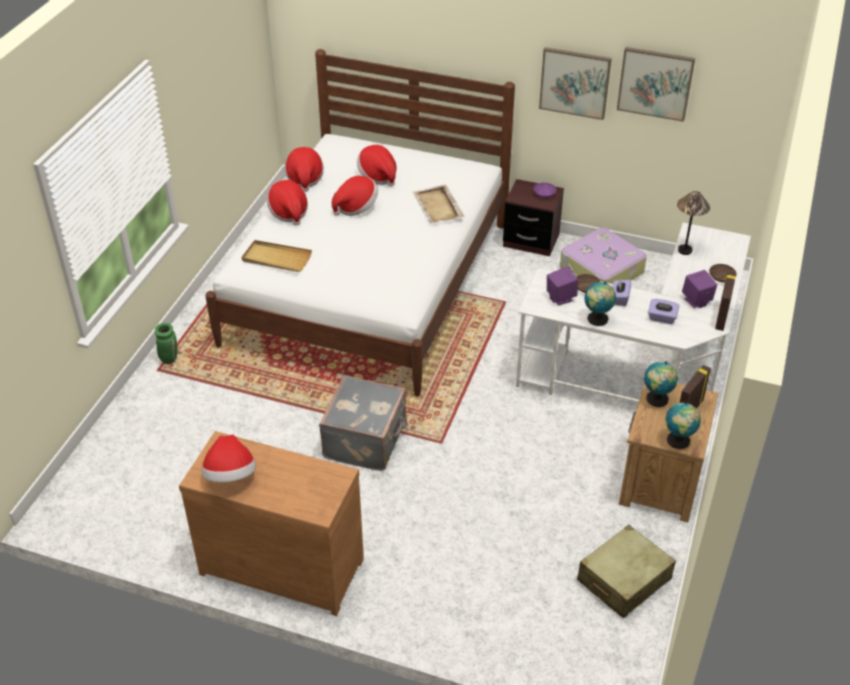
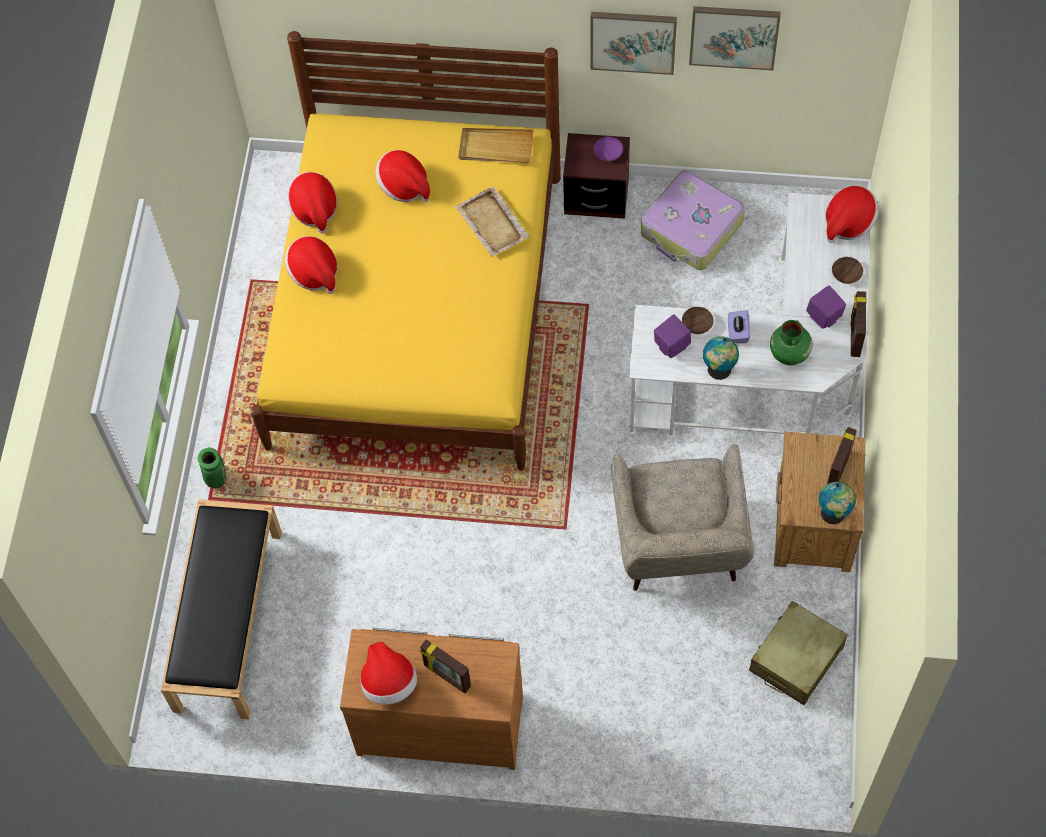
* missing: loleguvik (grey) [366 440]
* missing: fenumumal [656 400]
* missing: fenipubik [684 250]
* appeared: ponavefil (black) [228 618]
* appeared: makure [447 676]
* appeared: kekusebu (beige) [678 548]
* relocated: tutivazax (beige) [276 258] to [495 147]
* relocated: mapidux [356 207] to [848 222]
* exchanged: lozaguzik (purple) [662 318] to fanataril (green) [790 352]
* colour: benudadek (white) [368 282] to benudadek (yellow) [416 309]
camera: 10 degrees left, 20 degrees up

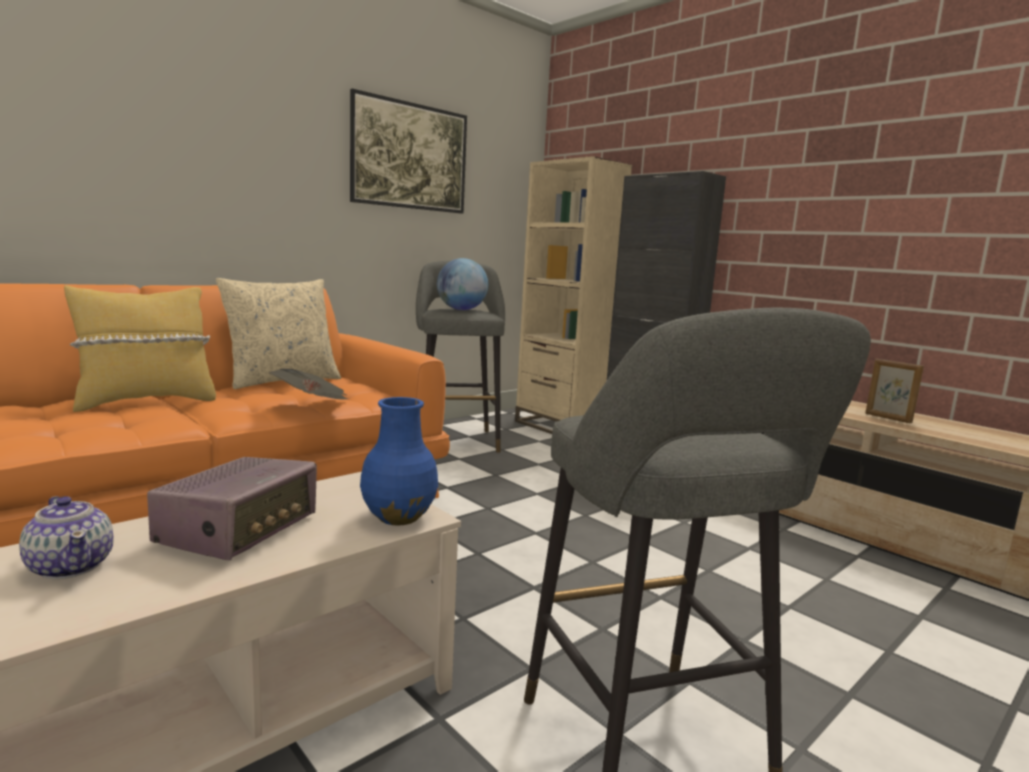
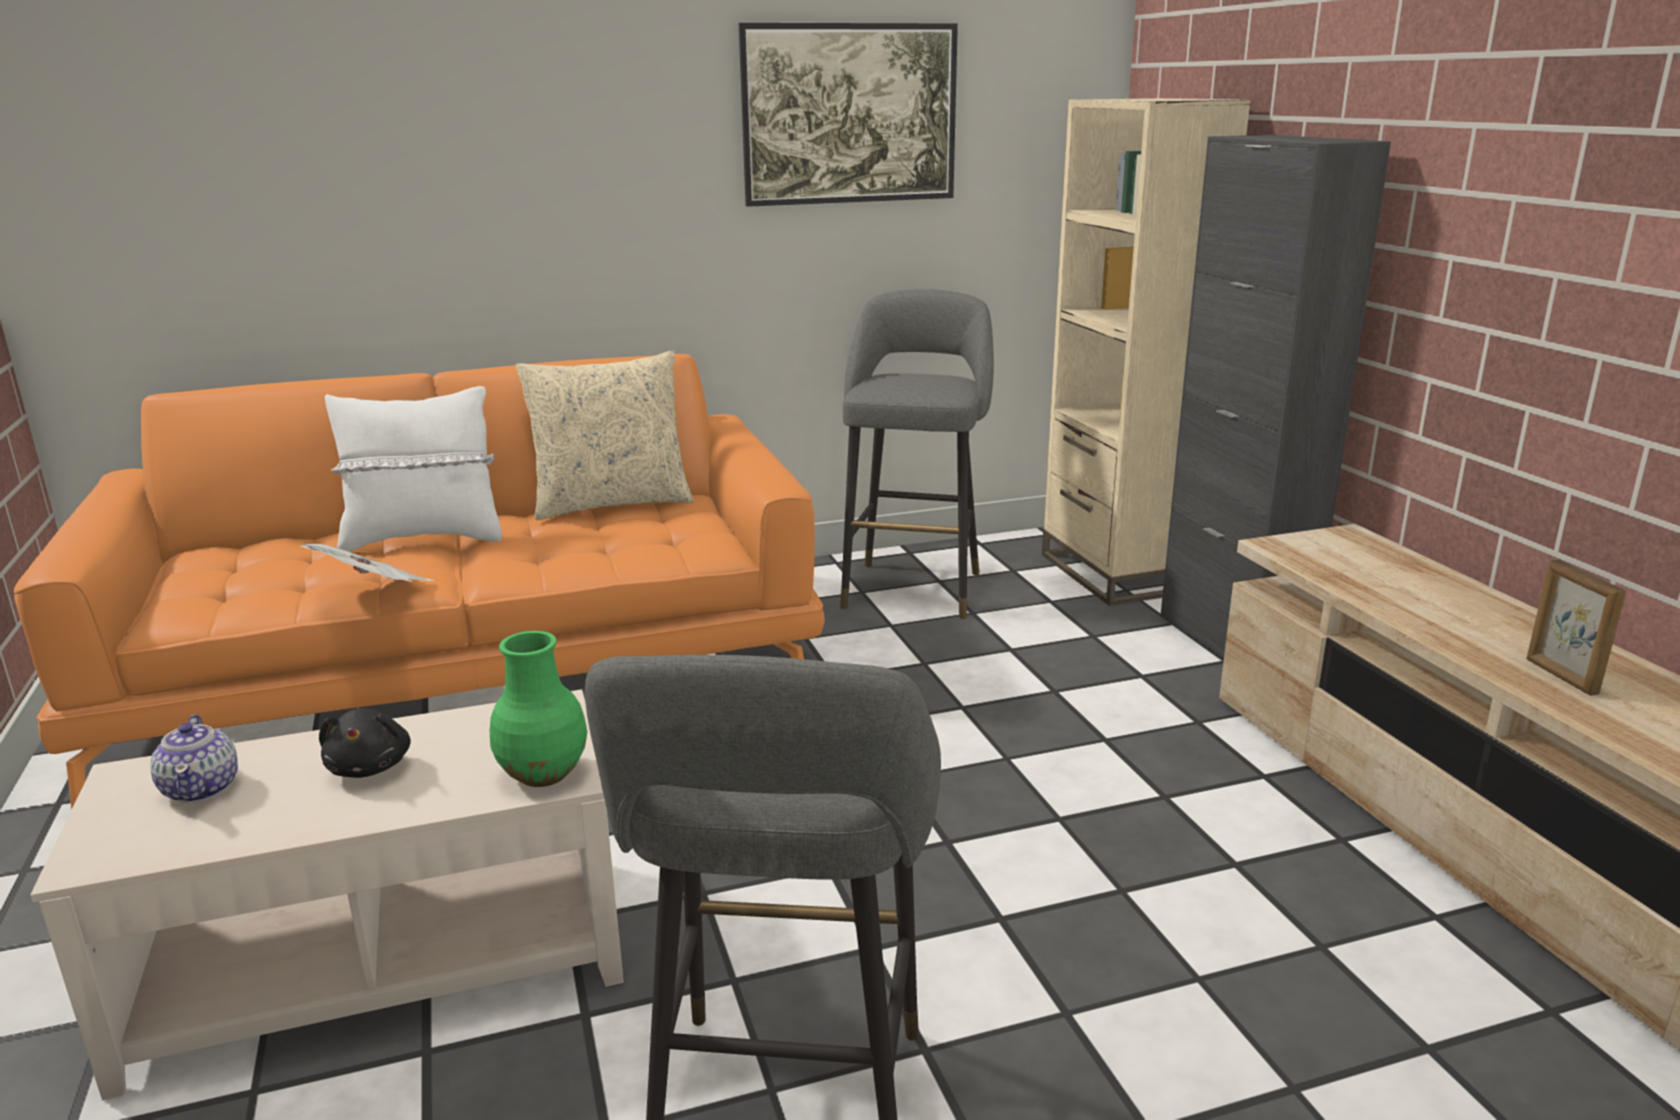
* missing: fenumumal [461 310]
* relocated: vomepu [313 405] to [373 592]
* exchanged: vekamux [240 530] to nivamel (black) [370 767]
* colour: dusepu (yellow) [146 402] to dusepu (white) [424 539]
* colour: fanataril (blue) [397 517] to fanataril (green) [542 774]
camera: 25 degrees right, 10 degrees up

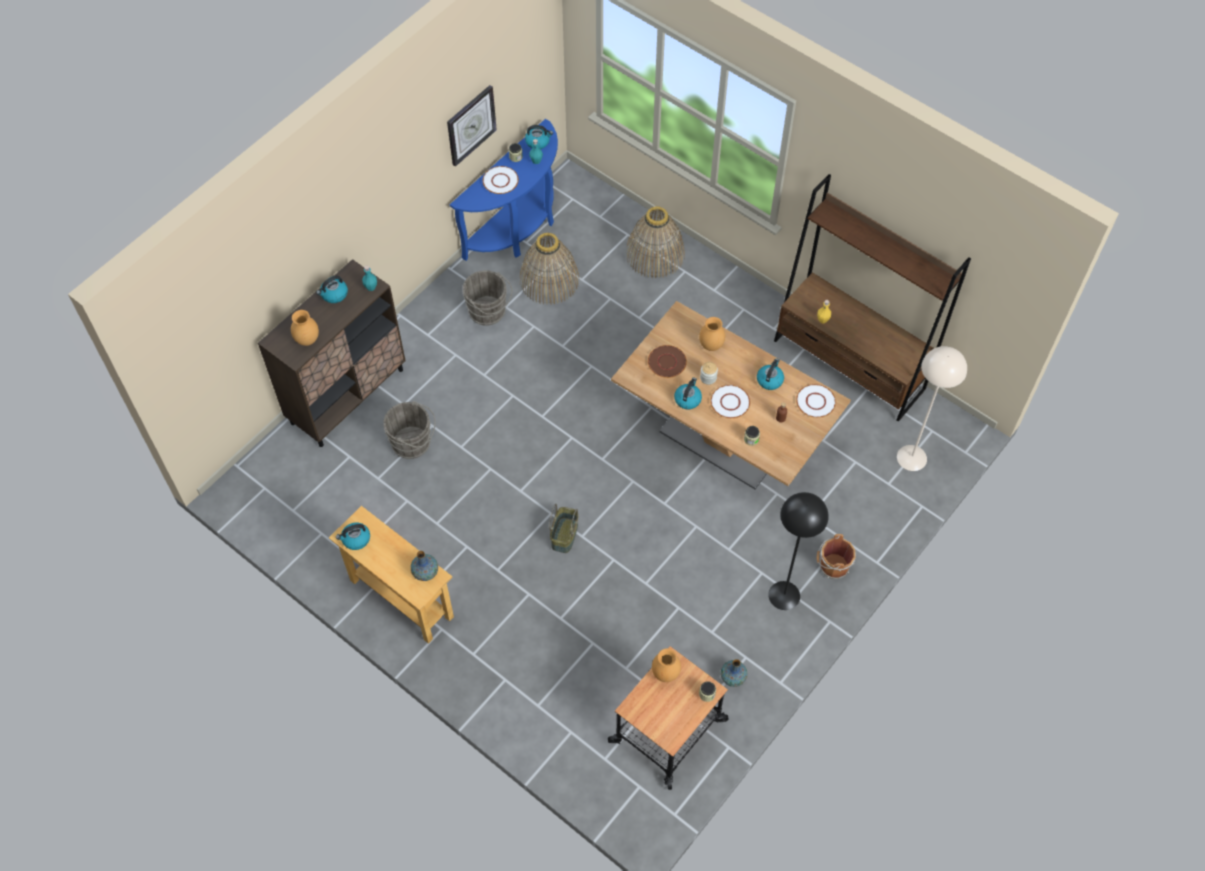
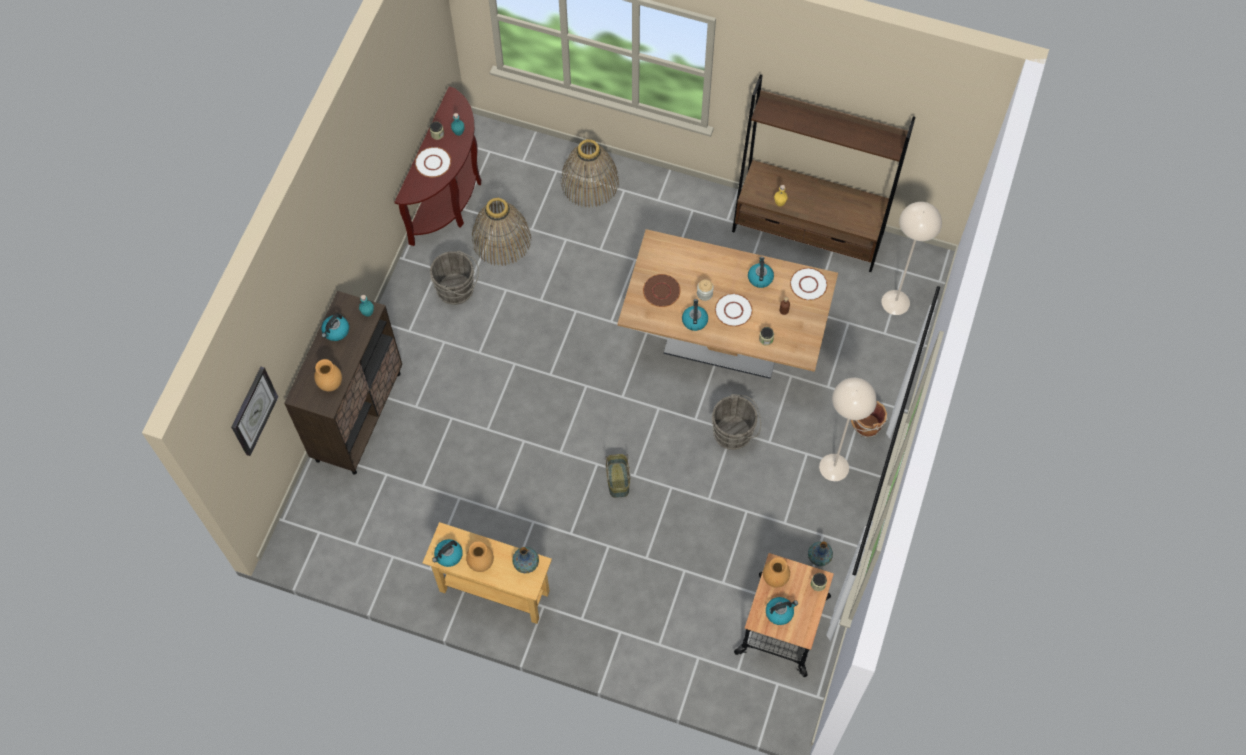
* relocated: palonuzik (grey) [413 443] to [735 432]
* relocated: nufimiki [471 125] to [253 411]
* relocated: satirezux [538 142] to [779 612]
* relocated: fanataril (brown) [711 345] to [481 563]
* colour: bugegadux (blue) [518 229] to bugegadux (brown) [450 198]
* colour: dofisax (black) [784 595] to dofisax (beige) [834 467]
camera: 20 degrees left, 5 degrees up

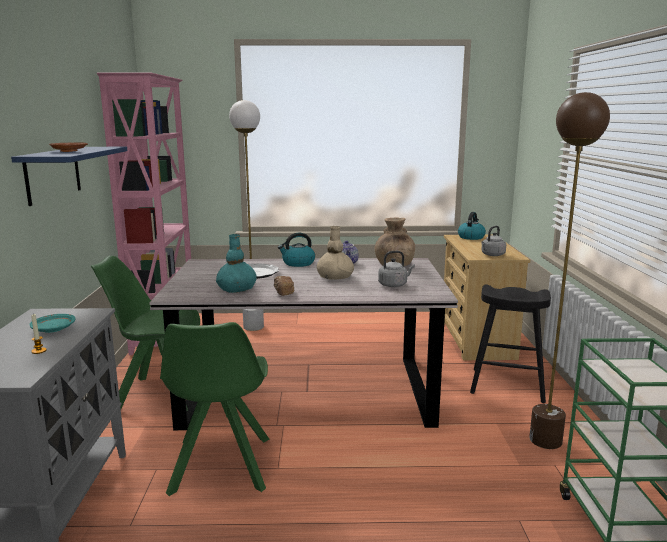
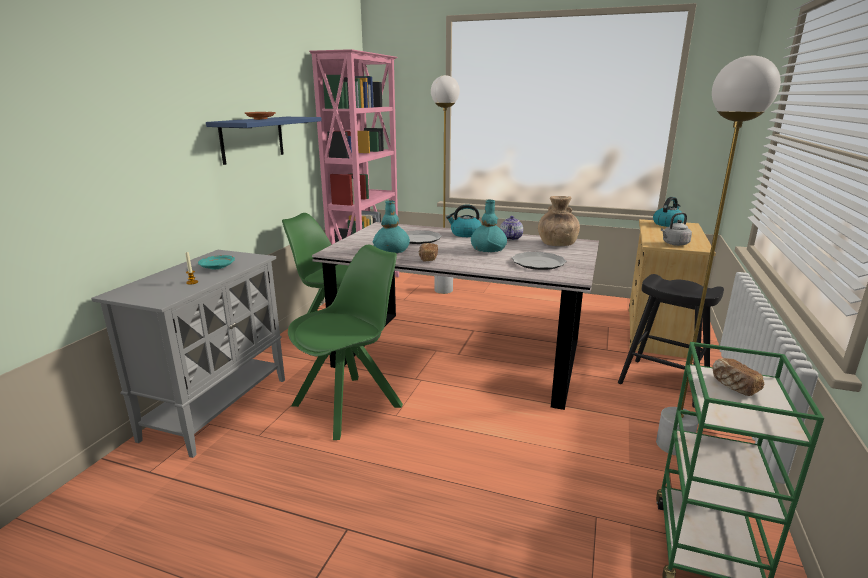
* appeared: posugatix [733 386]
* exchanged: satirezux (grey) [394 285] to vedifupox [538 263]
* colour: fanataril (beige) [335 277] to fanataril (turquoise) [488 249]
* colour: dofisax (brown) [545 440] to dofisax (white) [674 445]
* spun: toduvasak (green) [220 467] = [350 404] 150 degrees counterclockwise
camera: 20 degrees right, 5 degrees up

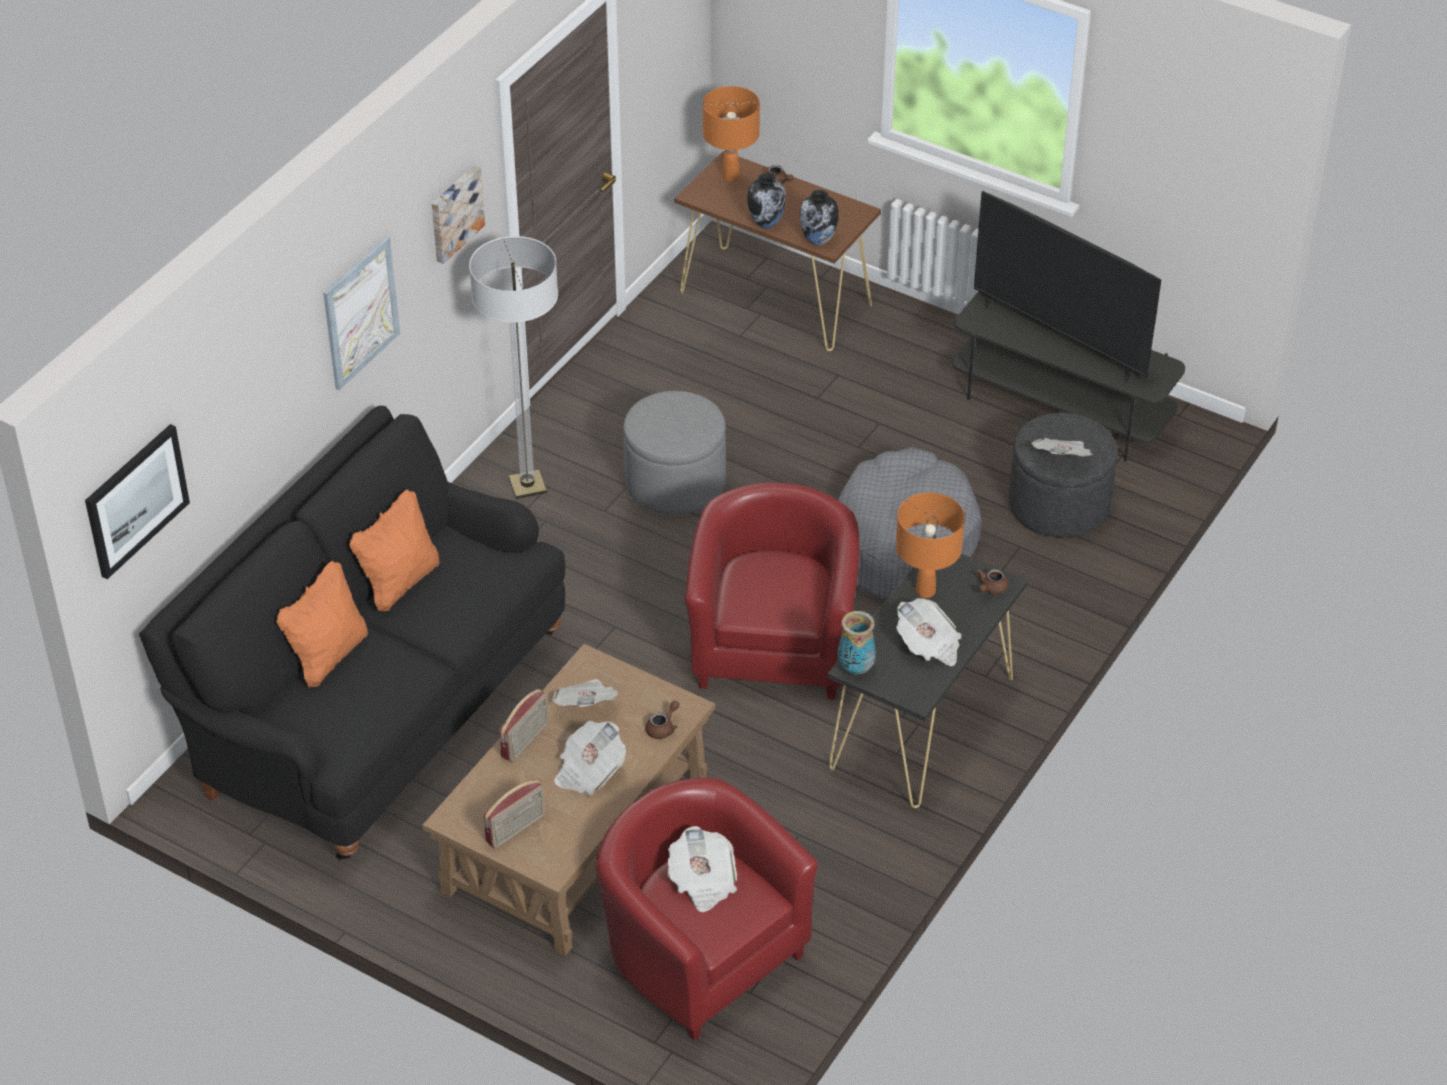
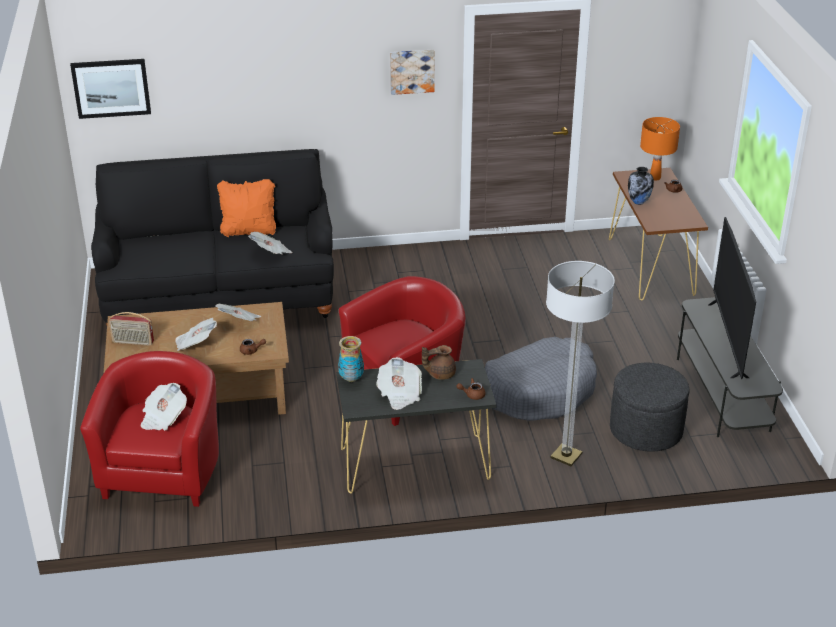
* missing: dusepu (orange) [328 656]
* missing: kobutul [360 312]
* missing: vekamux [526 740]
* missing: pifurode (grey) [675 482]
* missing: fanataril [818 241]
* relocated: dofisax [527 486] to [566 456]
* relocated: vomepu [1062 459] to [271 253]
* exchanged: fenipubik (orange) [925 591] to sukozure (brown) [440 374]
camera: 50 degrees right, 10 degrees down

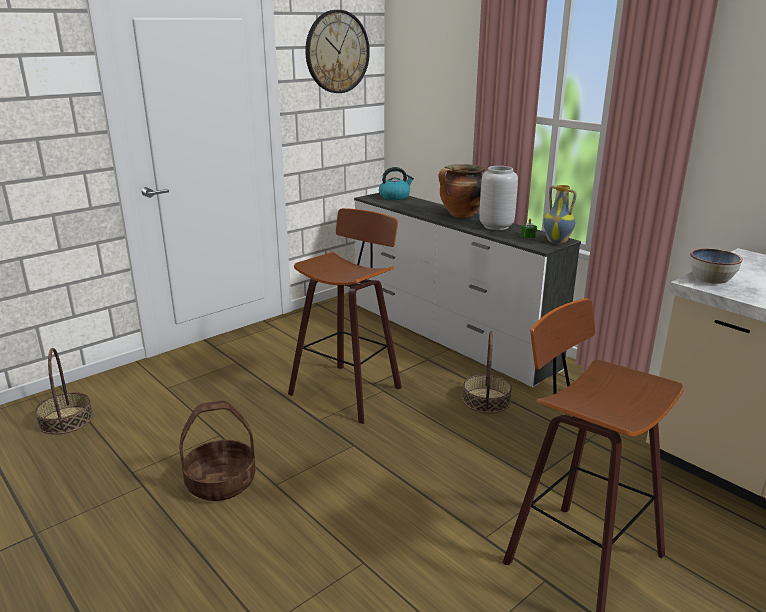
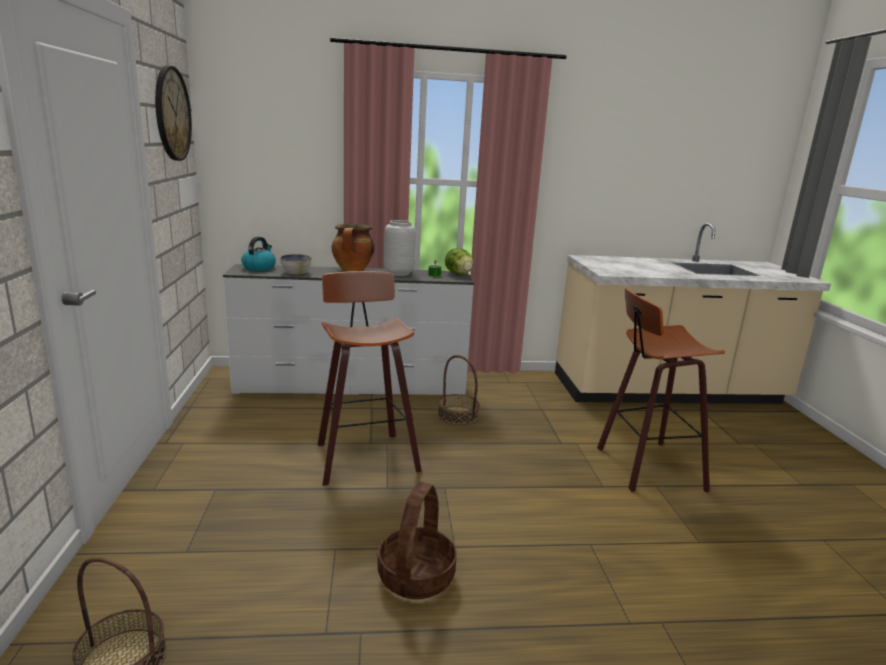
* relocated: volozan [711 278] to [296 272]
* exchanged: fanataril [557 241] to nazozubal [459 274]
camera: 55 degrees left, 5 degrees down

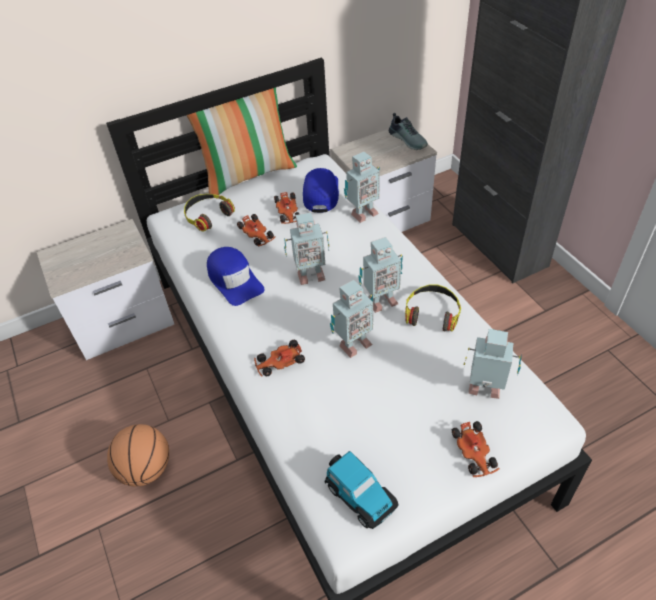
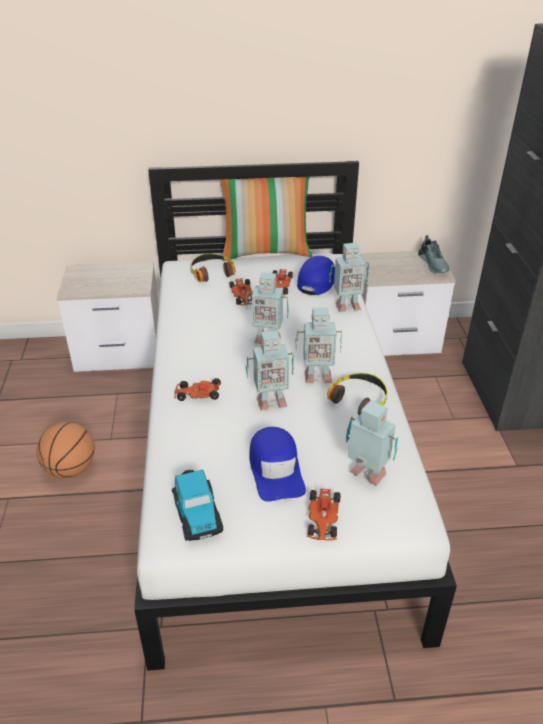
* relocated: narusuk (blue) [234 280] to [276 469]
camera: 20 degrees right, 10 degrees down

